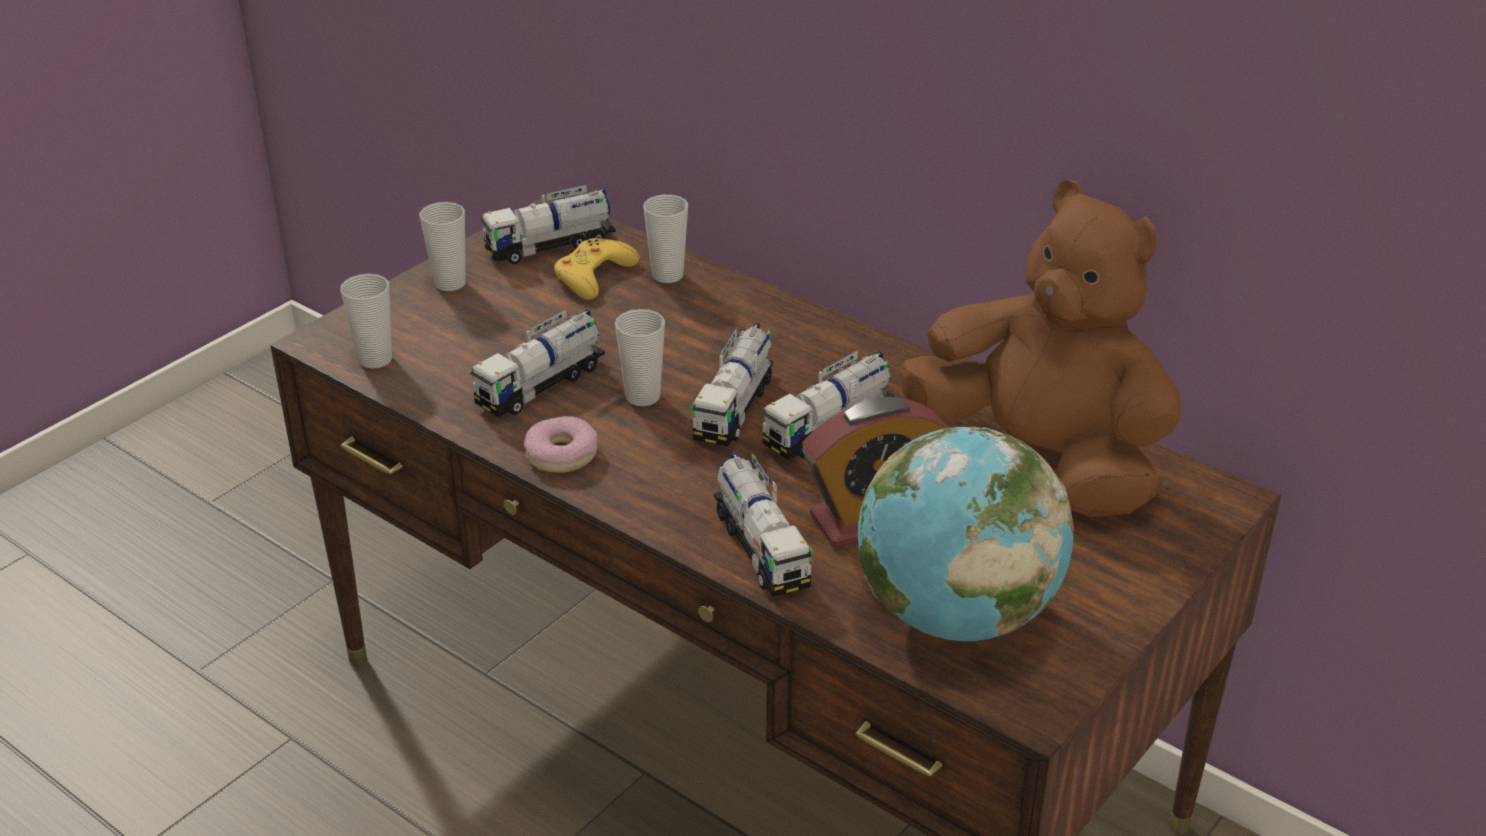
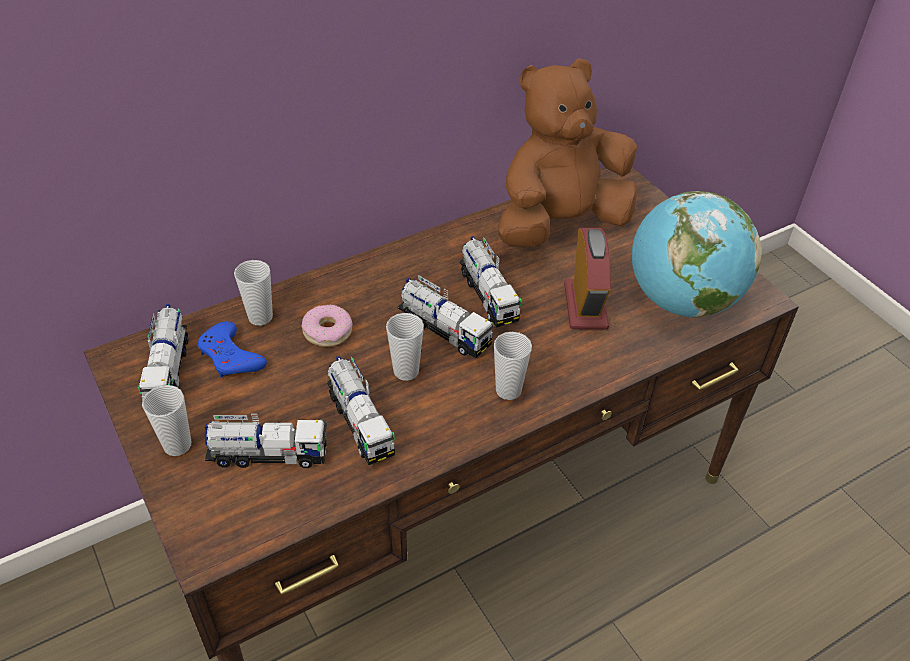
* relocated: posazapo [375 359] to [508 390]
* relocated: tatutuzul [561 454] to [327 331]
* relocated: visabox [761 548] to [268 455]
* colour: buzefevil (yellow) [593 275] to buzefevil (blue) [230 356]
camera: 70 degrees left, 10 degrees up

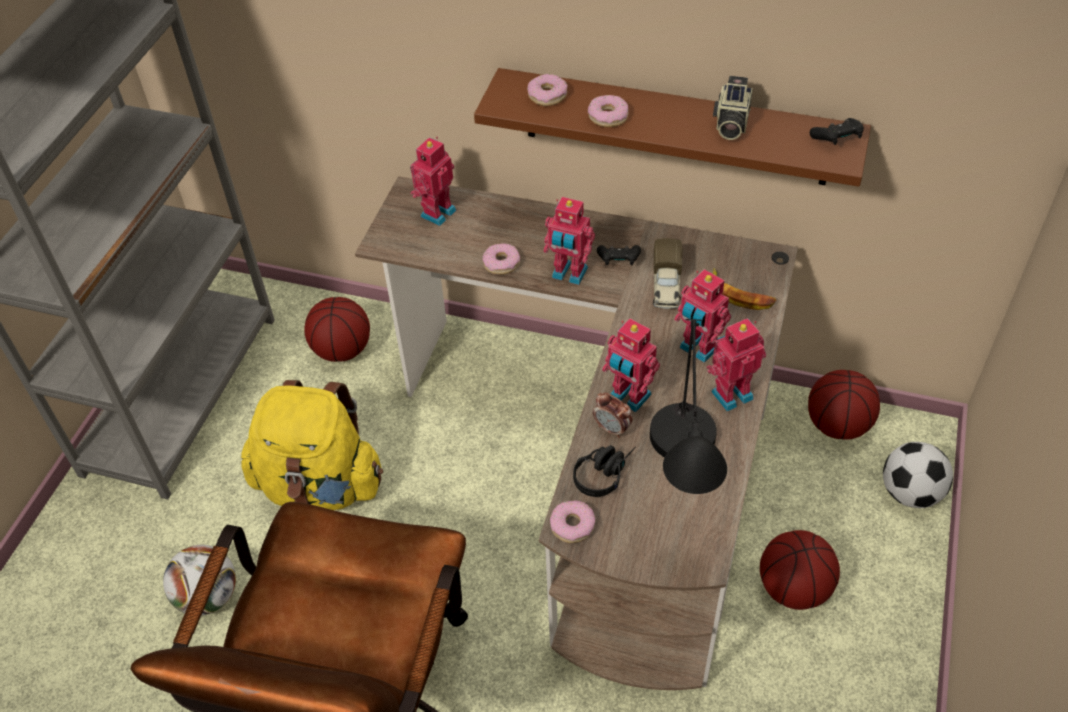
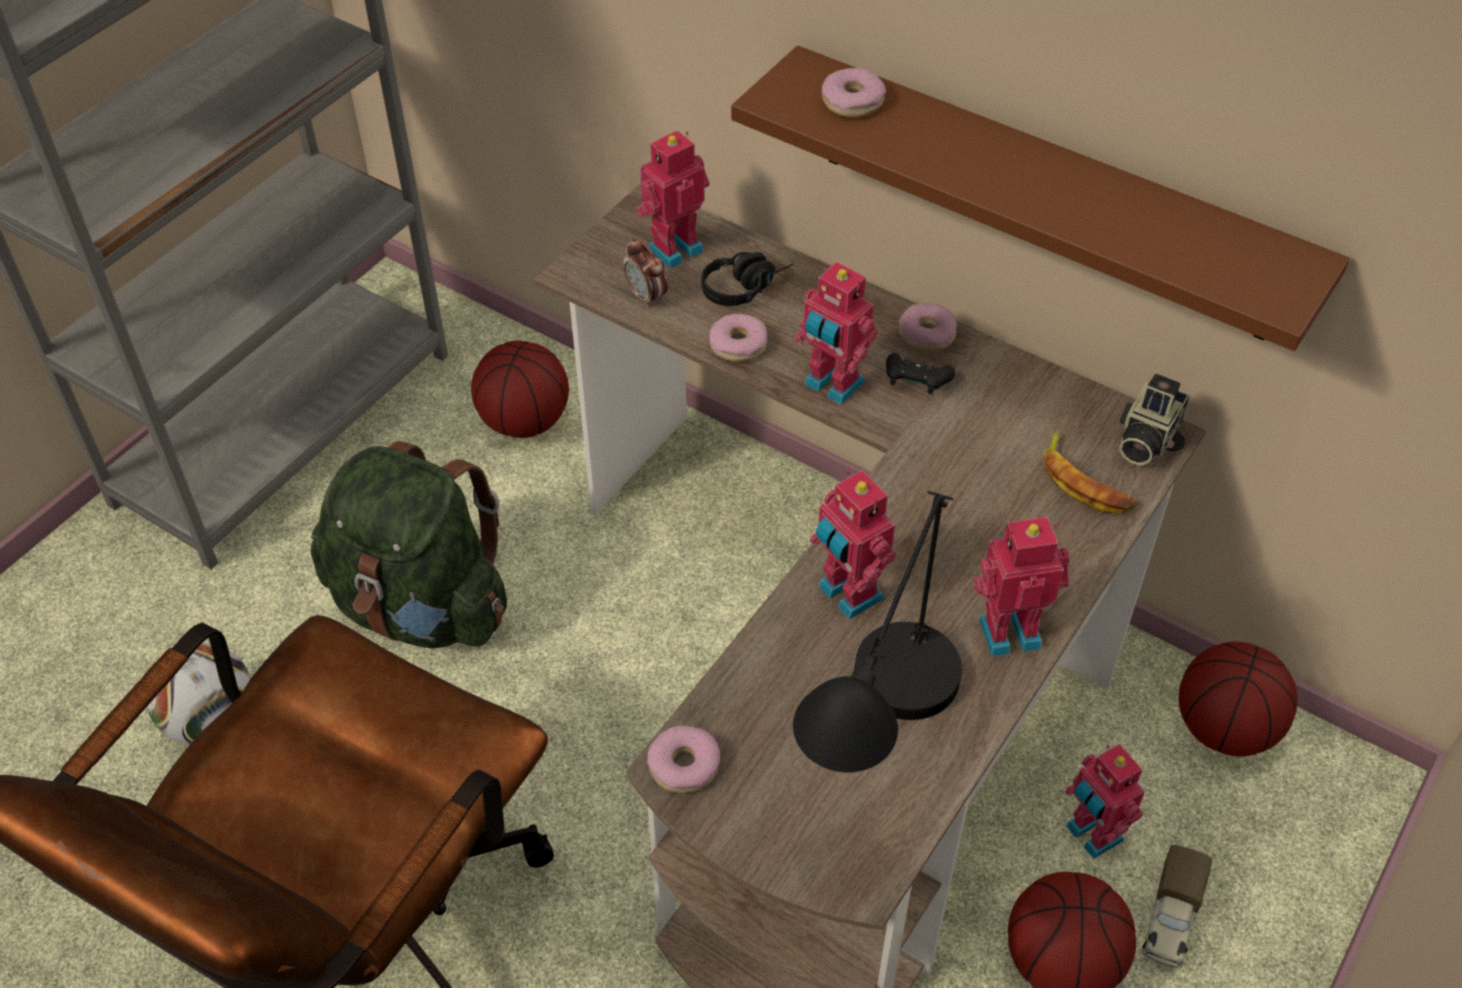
* missing: buzefevil (black) [837 139]
* missing: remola [910 493]
* relocated: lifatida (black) [604 472] to [746 286]
* relocated: tatutuzul [608 116] to [927 334]
* relocated: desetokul [612 429] to [646 297]
* relocated: visabox [666 286] to [1171 919]
* relocated: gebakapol [698 349] to [1091 835]
* relocated: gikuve [730 124] to [1144 438]
* colour: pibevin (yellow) [320 485] to pibevin (green) [422 607]
camera: 15 degrees right, 0 degrees up

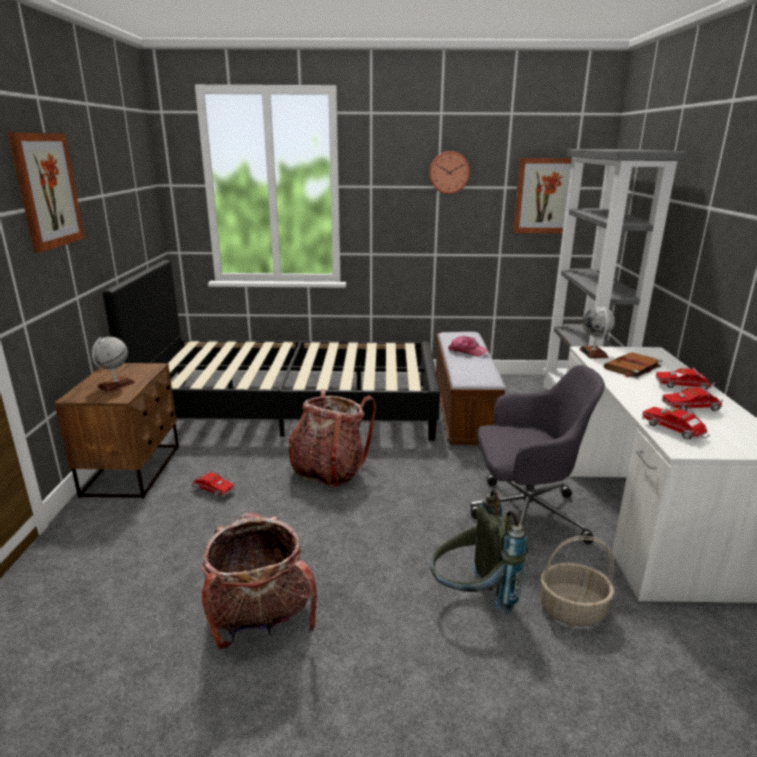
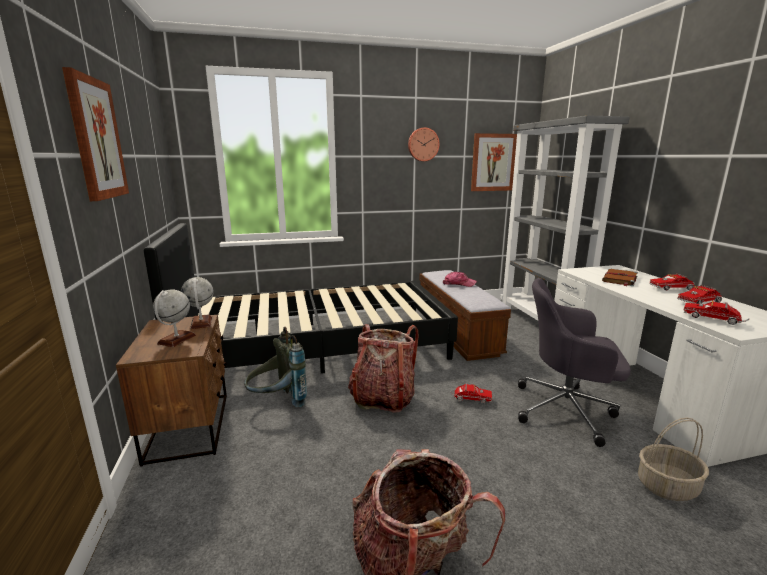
* relocated: visabox [211 490] to [470 399]
* relocated: pibevin (grey) [471 597] to [277 403]
* relocated: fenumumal [593 353] to [201 323]
* spun: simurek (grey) [524 515] = [566 410] 150 degrees counterclockwise
camera: 15 degrees left, 5 degrees down

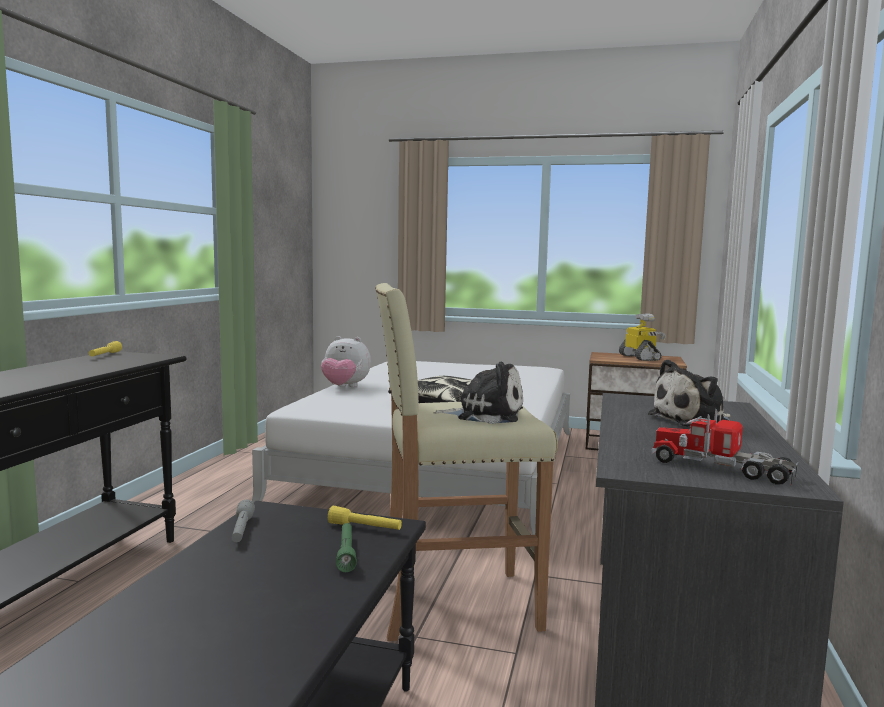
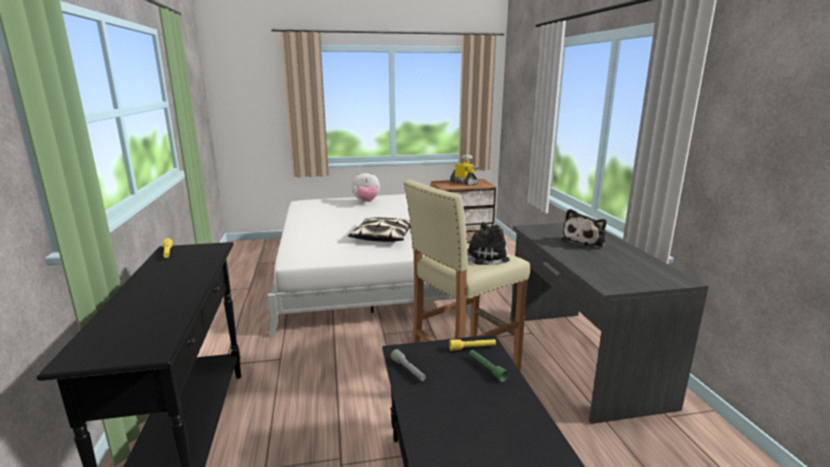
* missing: visabox [721 468]
* relocated: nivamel [345 387] to [366 202]
camera: 25 degrees left, 10 degrees up

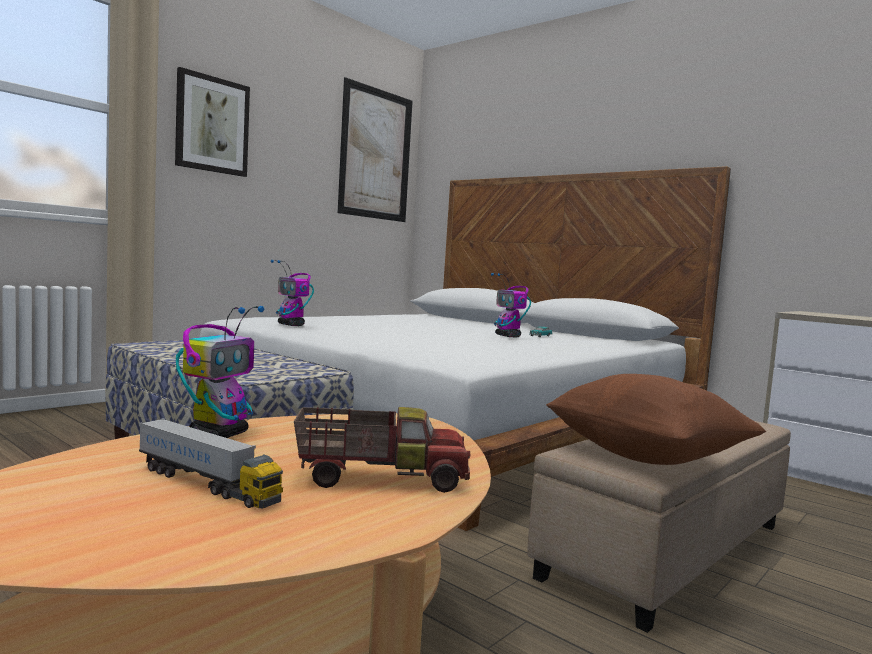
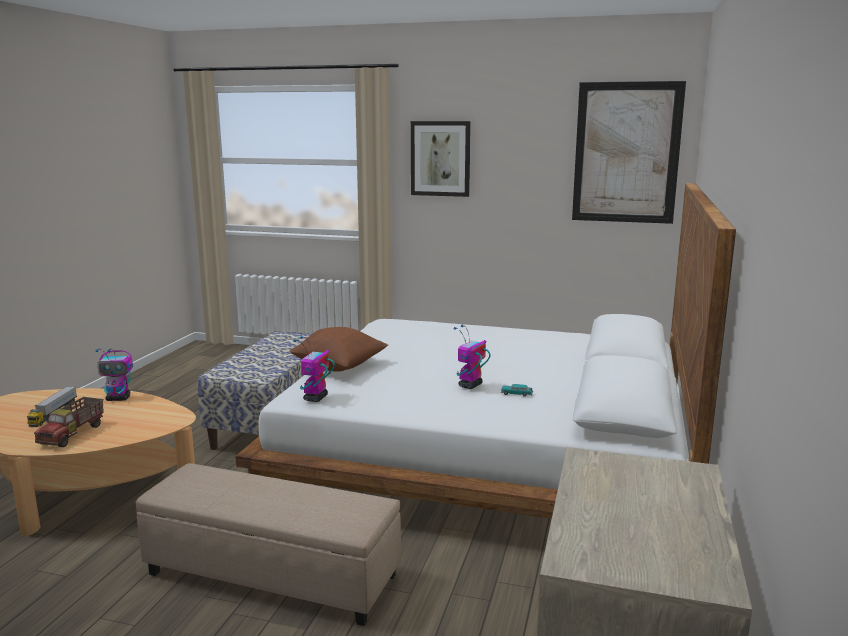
* relocated: gebakapol [291 325] to [315 398]
* relocated: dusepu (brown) [646 457] to [339 368]
* spun: visabox [380 478] = [73 434] 45 degrees clockwise
camera: 65 degrees right, 10 degrees up

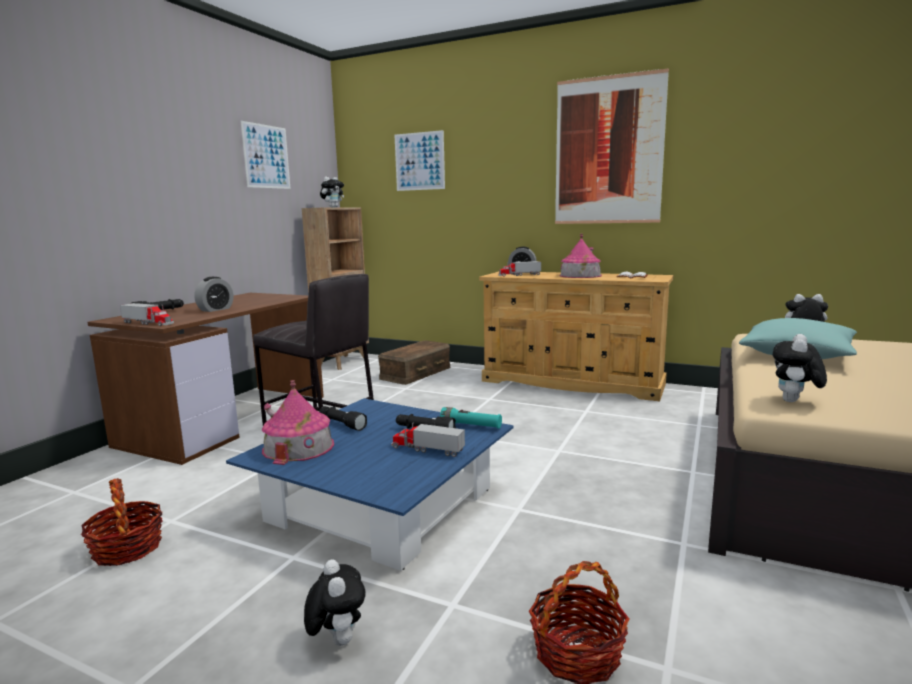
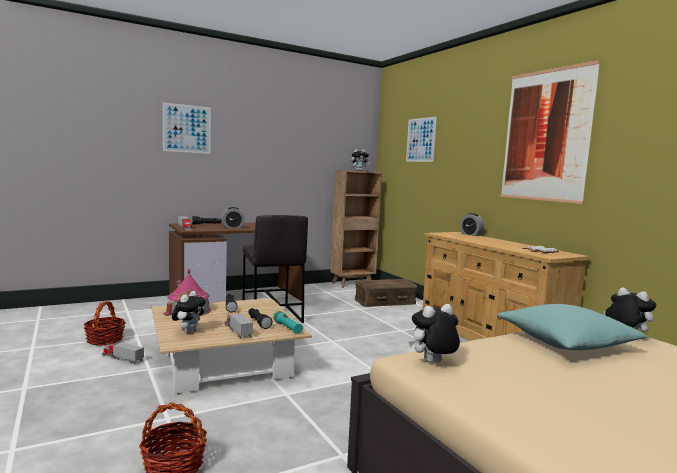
* missing: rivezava [580 275]
* relocated: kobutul [266 156] to [187 128]
* relocated: nivamel [337 639] to [188 331]
* relocated: visabox [519 275] to [122 358]
* colour: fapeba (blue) [382 504] to fapeba (beige) [226 362]
camera: 35 degrees right, 5 degrees down

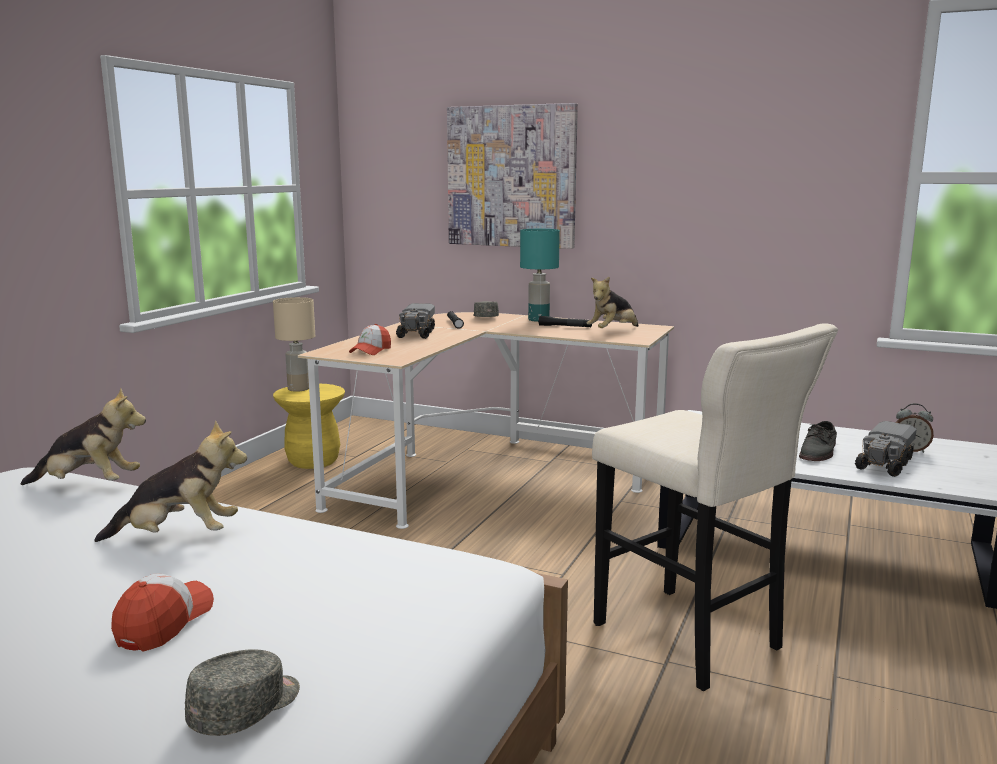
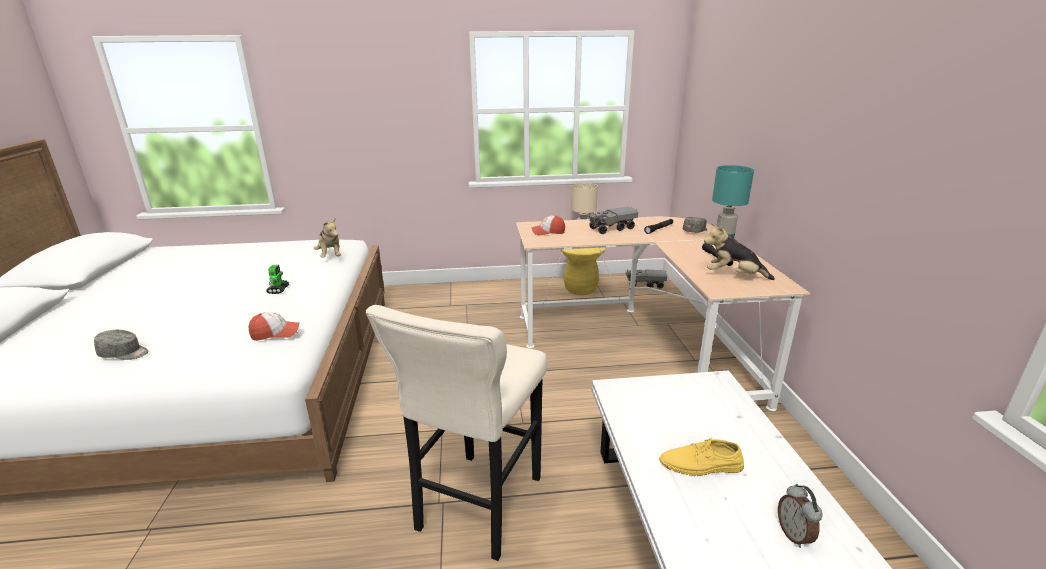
* missing: kobutul [511 177]
* relocated: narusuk [164 622] to [275 333]
* relocated: visabox [884 464] to [645 285]
* exchanged: nivamel [178 536] to gebakapol [278 290]
* colour: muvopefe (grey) [818 452] to muvopefe (yellow) [701 465]
camera: 60 degrees right, 10 degrees up

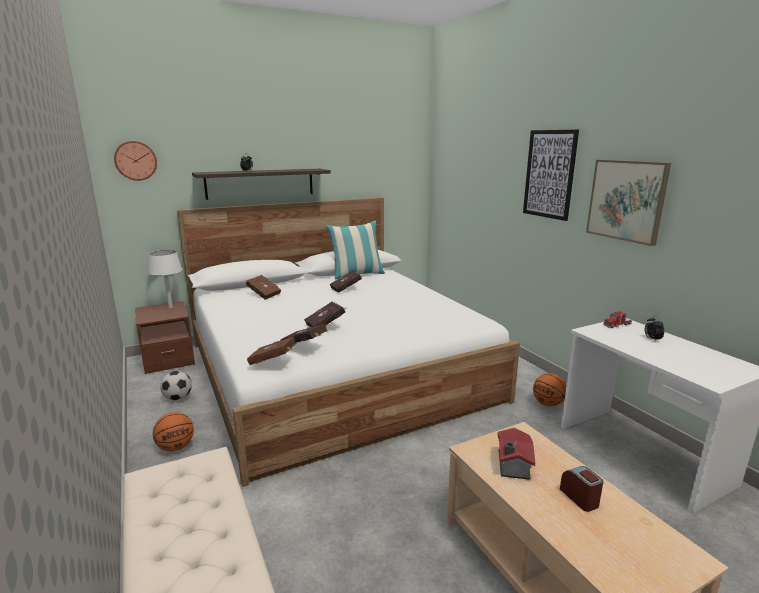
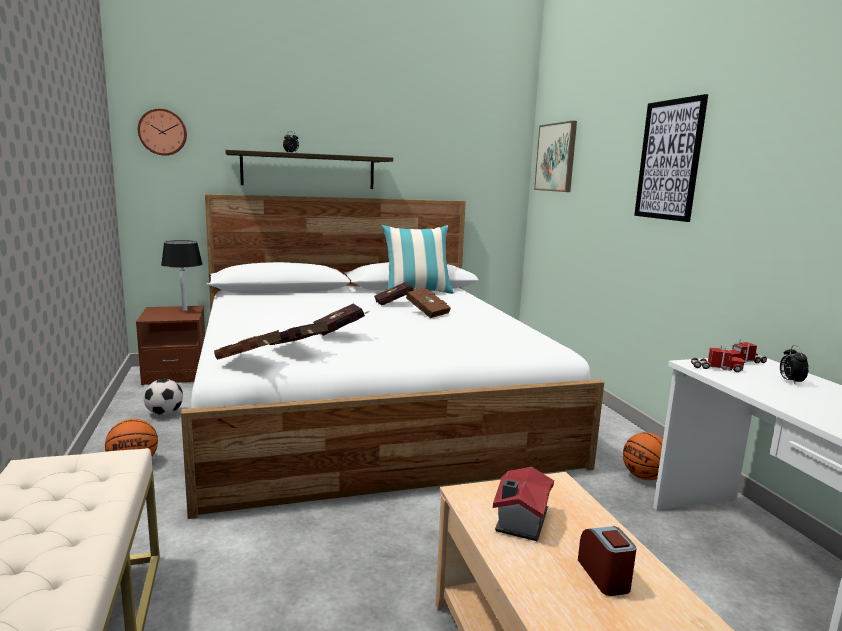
* appeared: visabox [716 368]
* relocated: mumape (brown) [263 294] to [426 313]
* relocated: kobutul [626 200] to [556 157]
* colour: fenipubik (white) [170 308] to fenipubik (black) [184 310]
camera: 10 degrees right, 5 degrees down

